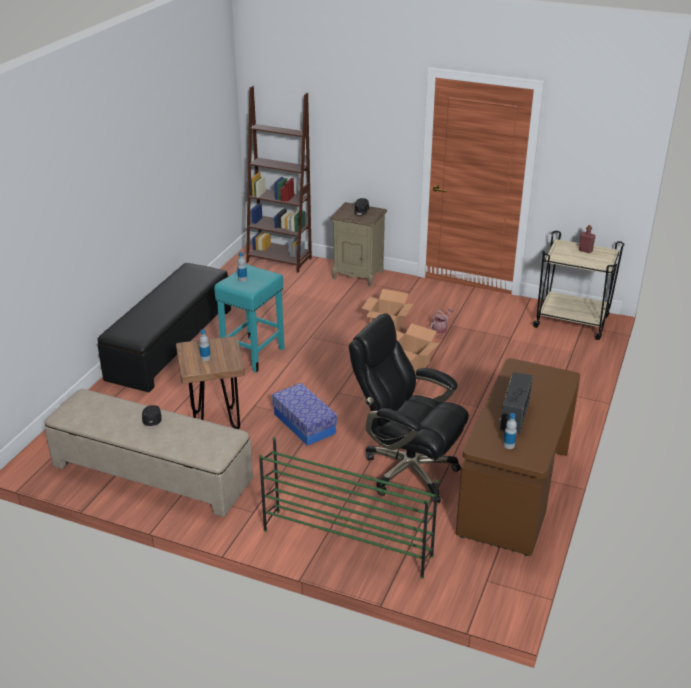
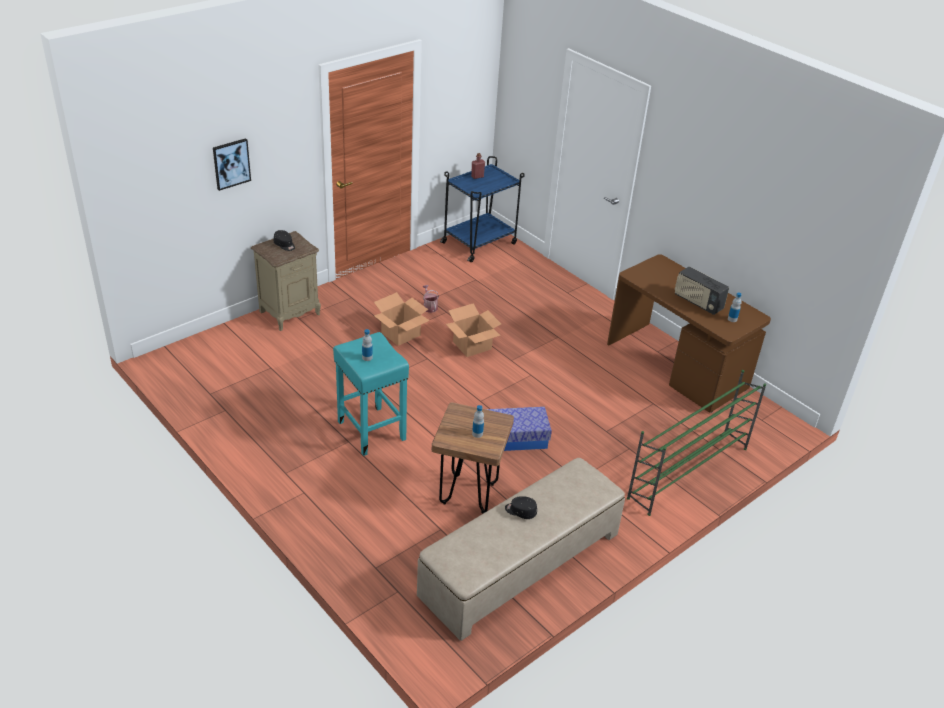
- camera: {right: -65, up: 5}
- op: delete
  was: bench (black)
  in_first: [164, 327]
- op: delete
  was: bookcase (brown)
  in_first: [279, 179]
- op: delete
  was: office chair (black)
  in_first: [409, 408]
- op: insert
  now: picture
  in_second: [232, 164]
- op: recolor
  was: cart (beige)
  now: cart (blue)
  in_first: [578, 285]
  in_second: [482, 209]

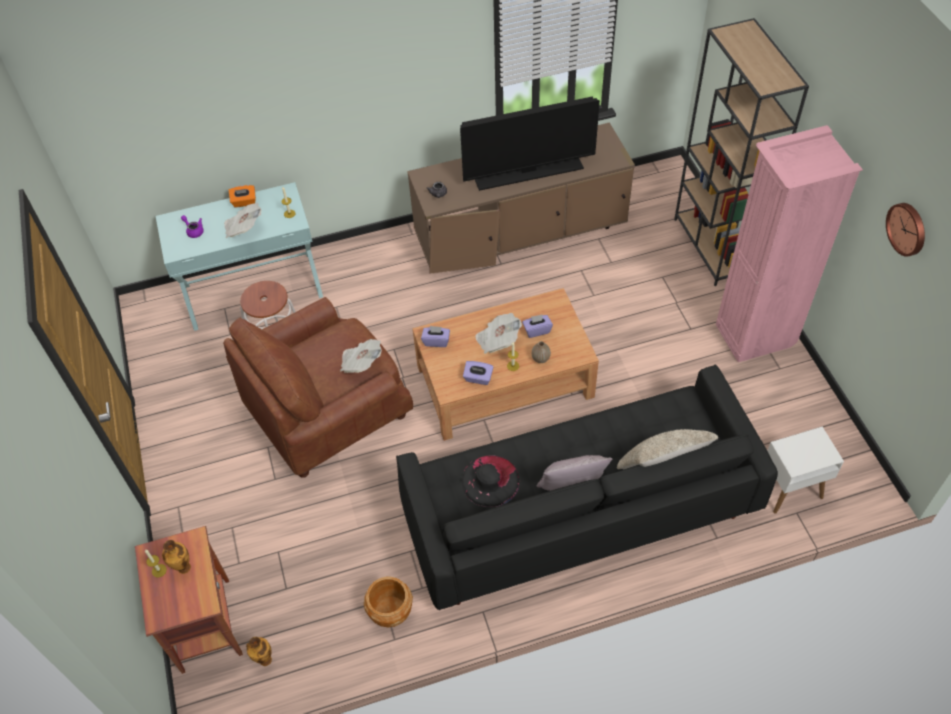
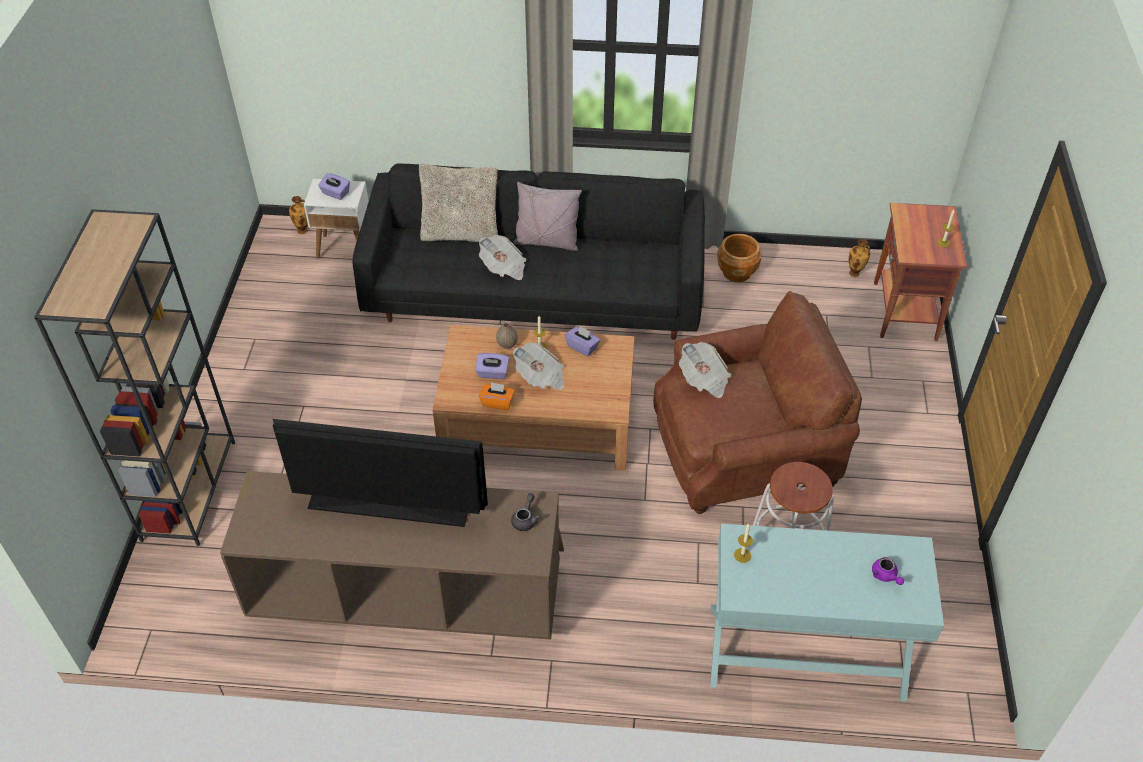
- camera: {right: -160, up: -5}
- op: delete
  was: hat (black)
  in_first: [490, 481]
- op: delete
  was: cabinet (pink)
  in_first: [789, 243]
- op: delete
  was: wall clock
  in_first: [905, 230]
- op: move
  was: vase
  in_first: [176, 557]
  in_second: [298, 215]
- op: move
  was: newspaper
  in_first: [242, 220]
  in_second: [502, 257]
- op: move
  was: tissue box (orange)
  in_first: [242, 196]
  in_second: [497, 396]
- op: move
  was: tissue box (purple)
  in_first: [435, 336]
  in_second: [334, 186]

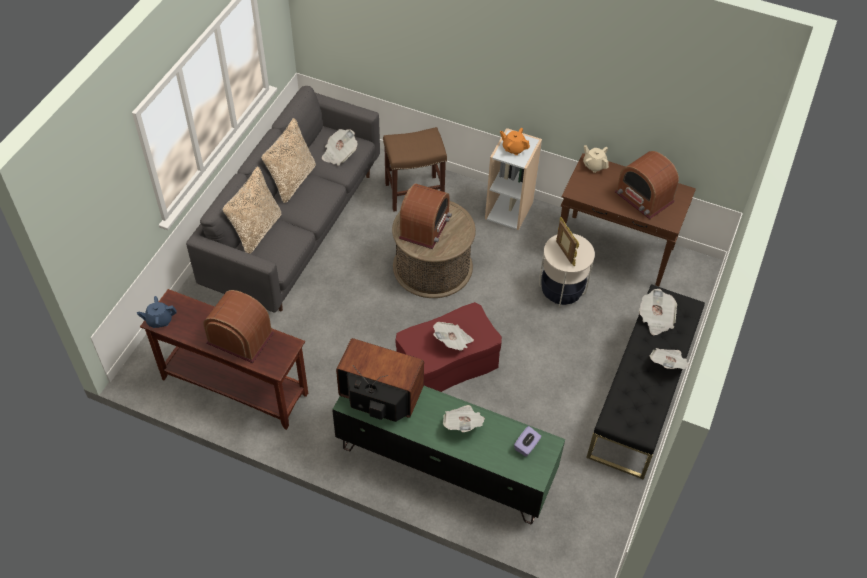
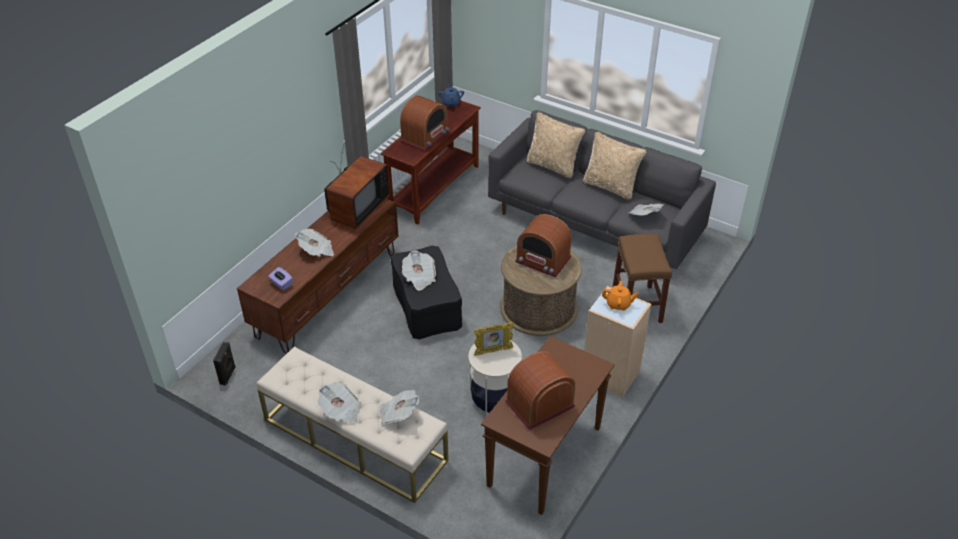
- camera: {right: 100, up: -10}
- op: delete
  was: teapot (beige)
  in_first: [596, 159]
- op: insert
  now: speaker (black)
  in_second: [224, 364]
- op: recolor
  was: tv stand (green)
  now: tv stand (brown)
  in_first: [448, 455]
  in_second: [318, 276]
- op: recolor
  was: ottoman (red)
  now: ottoman (black)
  in_first: [449, 347]
  in_second: [426, 292]
- op: recolor
  was: bench (black)
  now: bench (beige)
  in_first: [645, 381]
  in_second: [353, 425]
- op: rotate
  was: teapot (orange)
  in_first: [515, 141]
  in_second: [620, 296]
  clockwise: 60

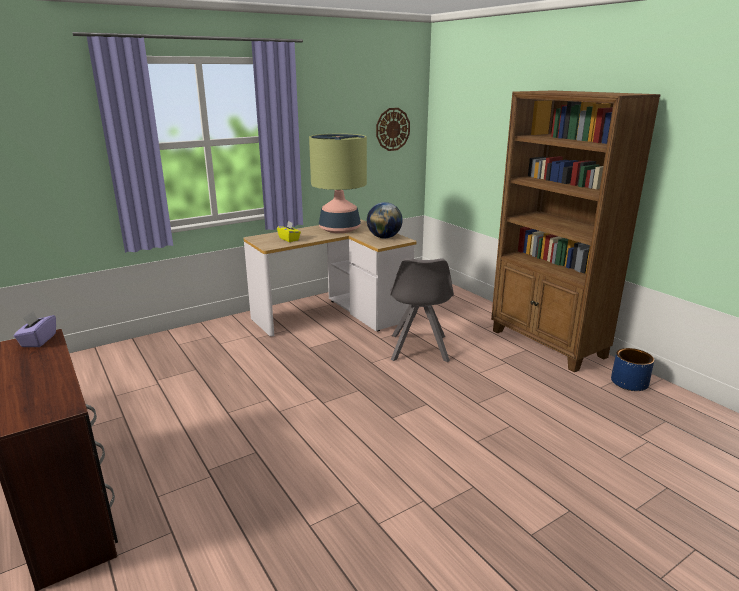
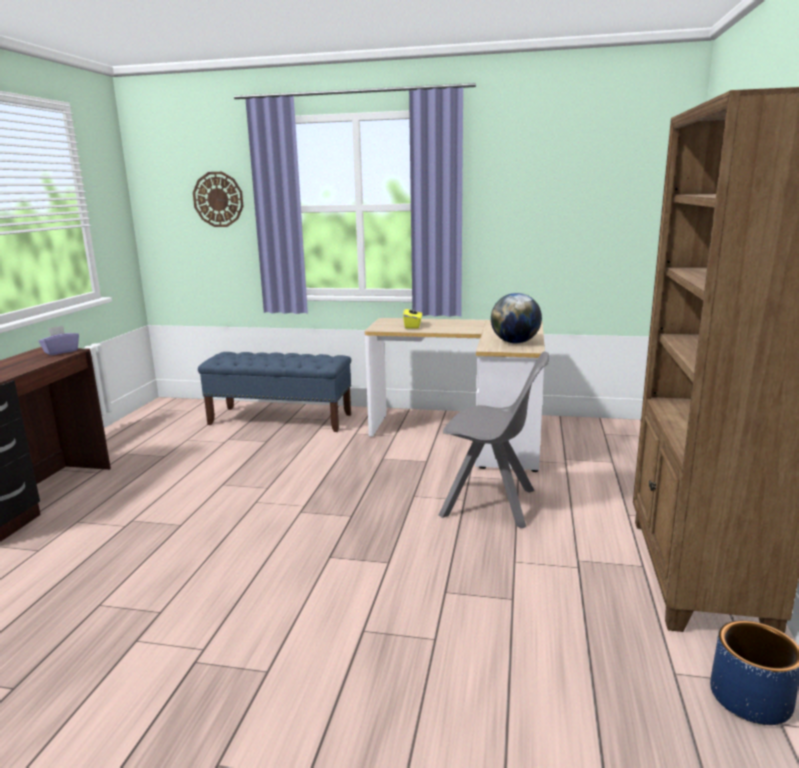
- camera: {right: 45, up: -5}
- op: delete
  was: table lamp
  in_first: [338, 183]
- op: insert
  now: bench (blue)
  in_second: [274, 392]
- op: move
  was: wall clock
  in_first: [393, 129]
  in_second: [218, 199]
- op: rotate
  was: chair (grey)
  in_first: [422, 310]
  in_second: [494, 440]
  clockwise: -120

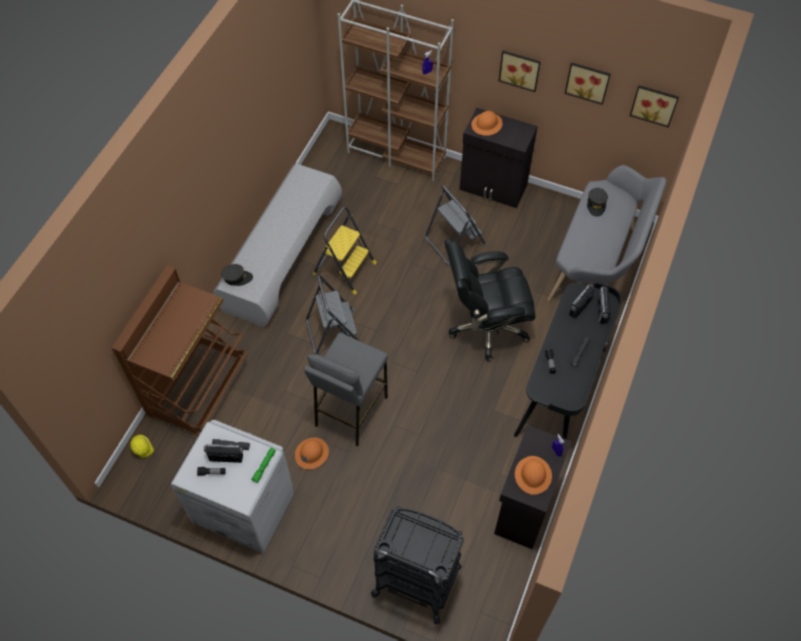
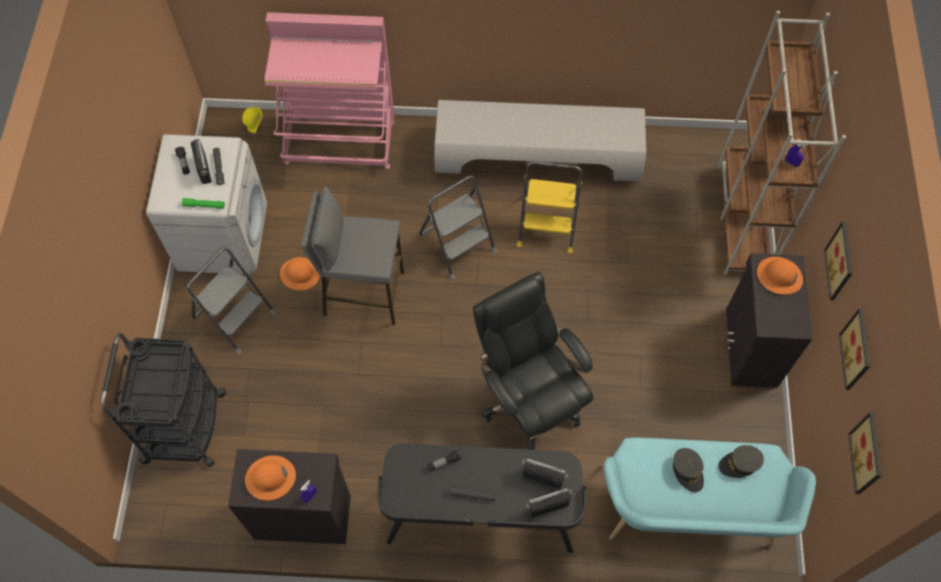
- camera: {right: 70, up: 5}
- op: move
  was: cap (grey)
  in_first: [237, 275]
  in_second: [688, 470]
- op: move
  was: step ladder (grey)
  in_first: [456, 225]
  in_second: [232, 300]
- op: recolor
  was: shoe rack (brown)
  now: shoe rack (pink)
  in_first: [179, 351]
  in_second: [329, 90]
- op: recolor
  was: bench (grey)
  now: bench (turquoise)
  in_first: [607, 233]
  in_second: [708, 493]

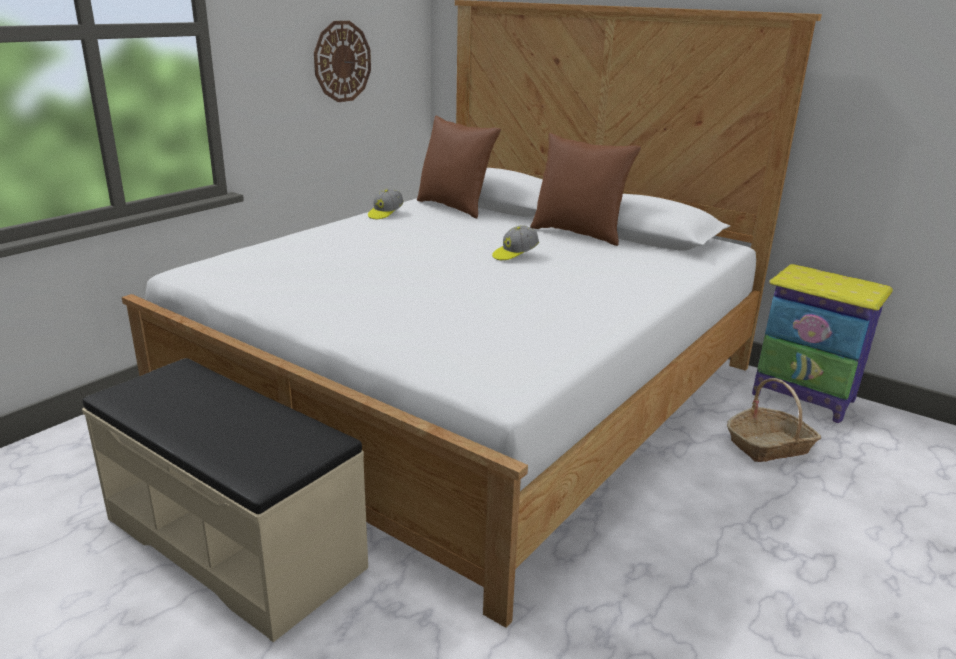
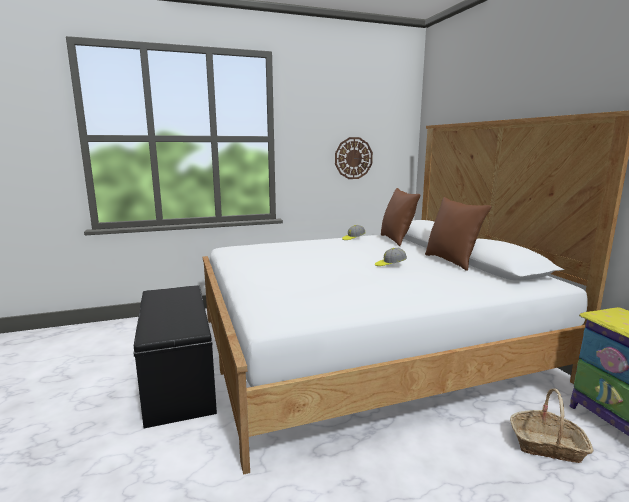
- camera: {right: 35, up: -10}
- op: recolor
  was: bench (beige)
  now: bench (black)
  in_first: [225, 500]
  in_second: [175, 356]

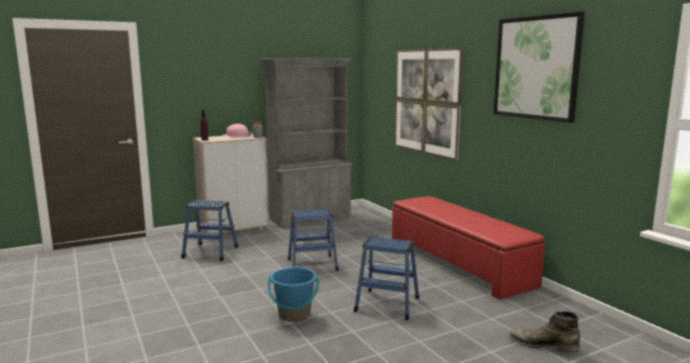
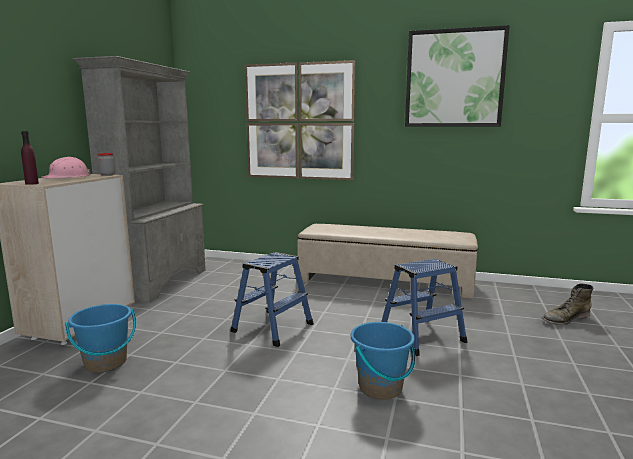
- camera: {right: -45, up: 0}
- op: replace
  was: step ladder (blue)
  now: bucket (blue)
  in_first: [210, 230]
  in_second: [100, 338]
- op: recolor
  was: bench (red)
  now: bench (beige)
  in_first: [468, 247]
  in_second: [387, 261]

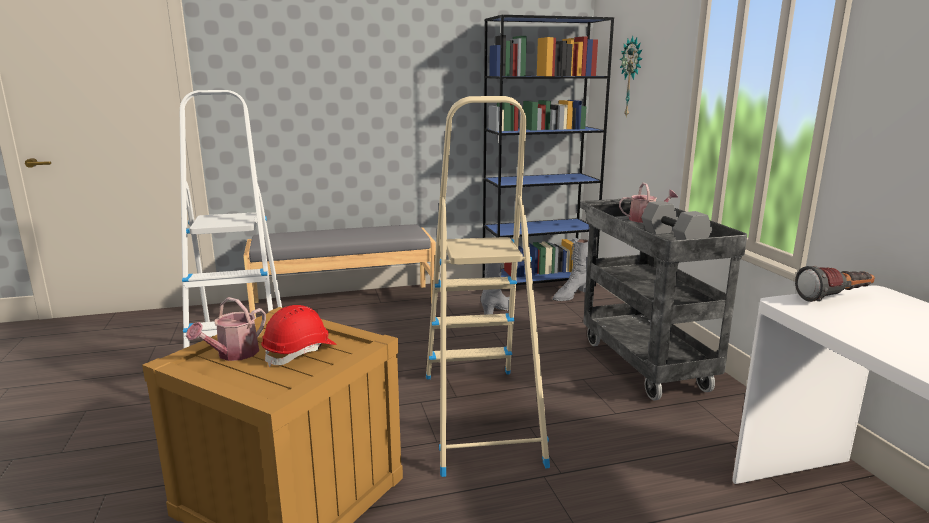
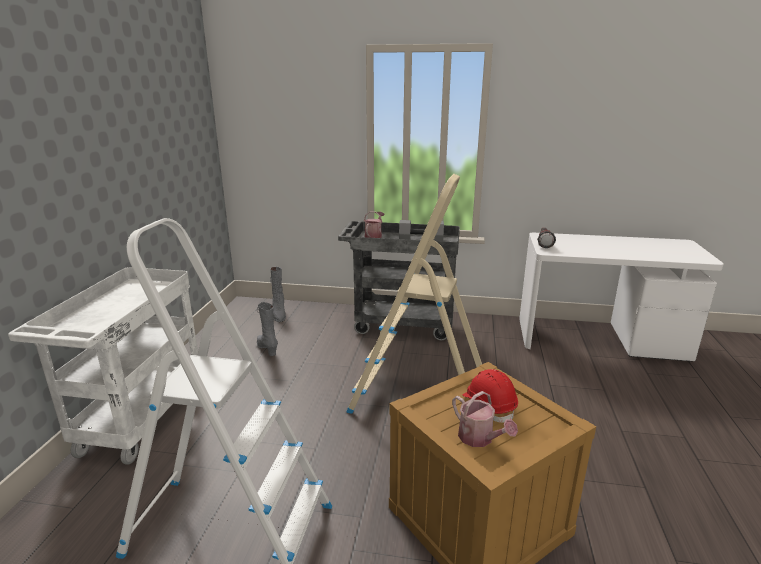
- camera: {right: -65, up: 5}
- op: delete
  was: bookcase (blue)
  in_first: [548, 150]
- op: delete
  was: wall clock
  in_first: [631, 77]
- op: replace
  was: bench (grey)
  now: cart (white)
  in_first: [339, 271]
  in_second: [103, 366]

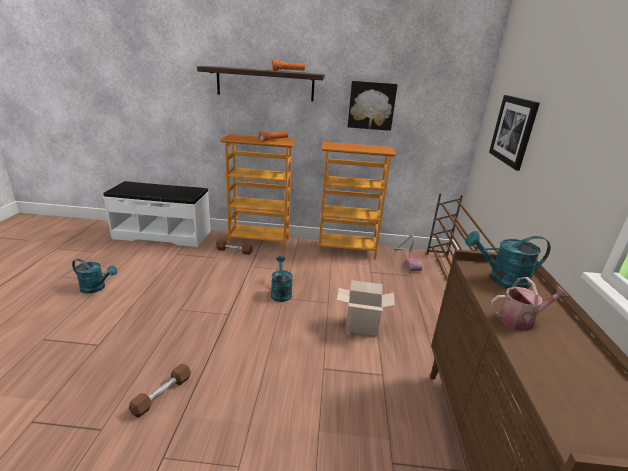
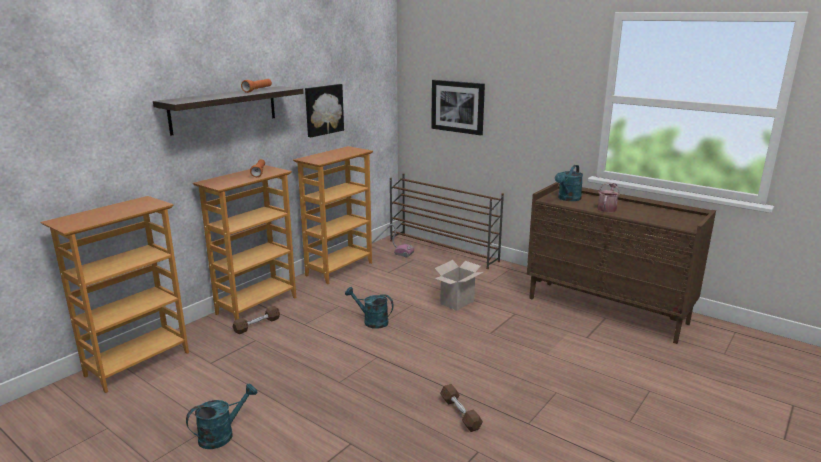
- camera: {right: -55, up: -5}
- op: replace
  was: bench (white)
  now: bookcase
  in_first: [157, 214]
  in_second: [114, 294]

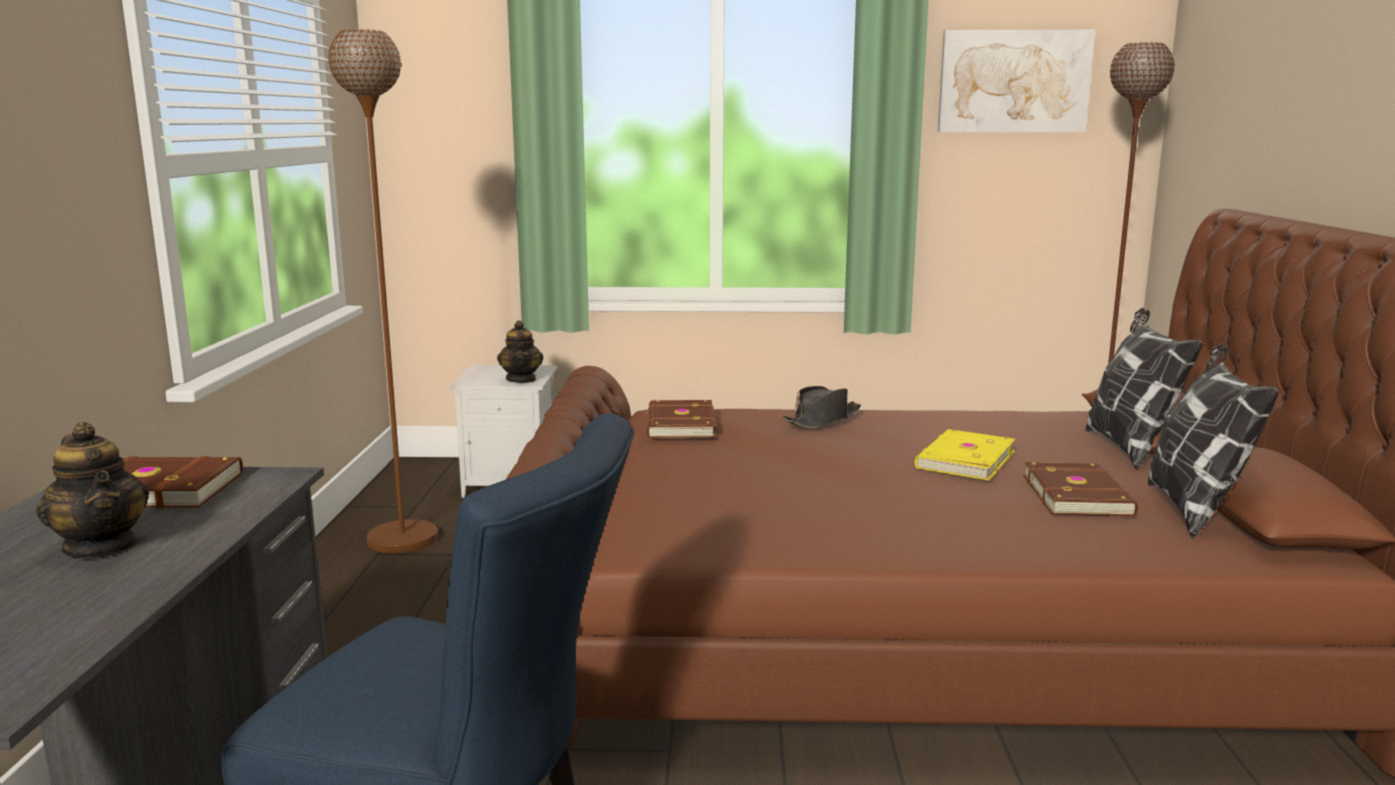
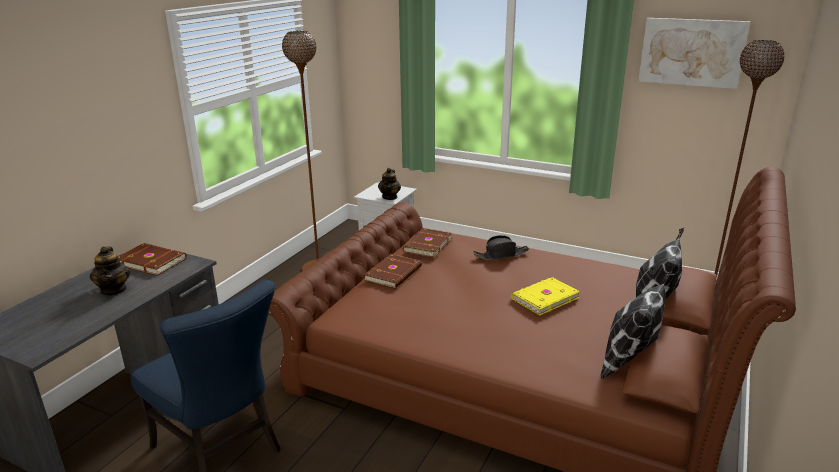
- camera: {right: 25, up: 10}
- op: move
  was: book (brown)
  in_first: [1080, 489]
  in_second: [393, 271]

